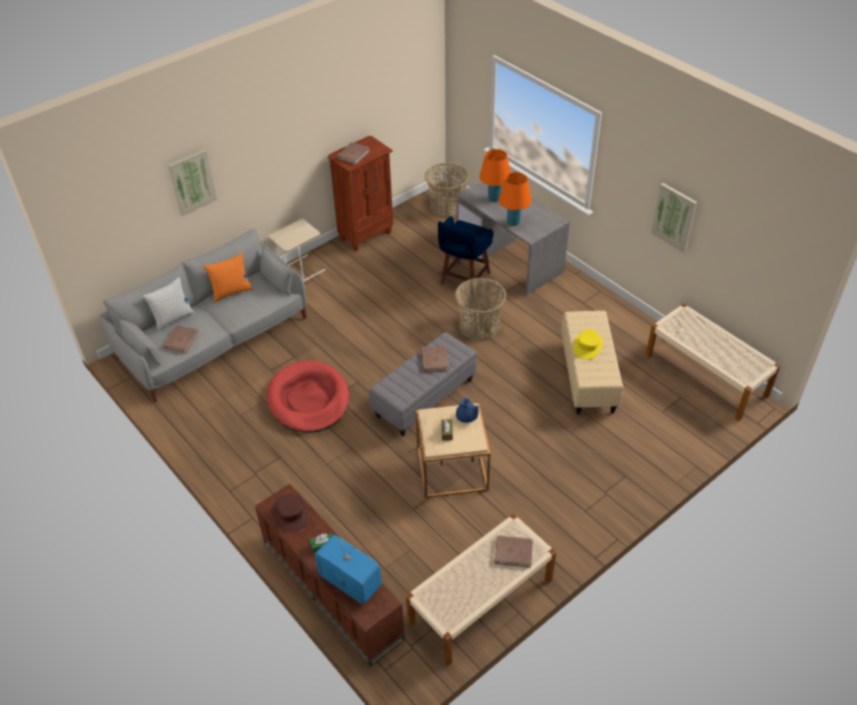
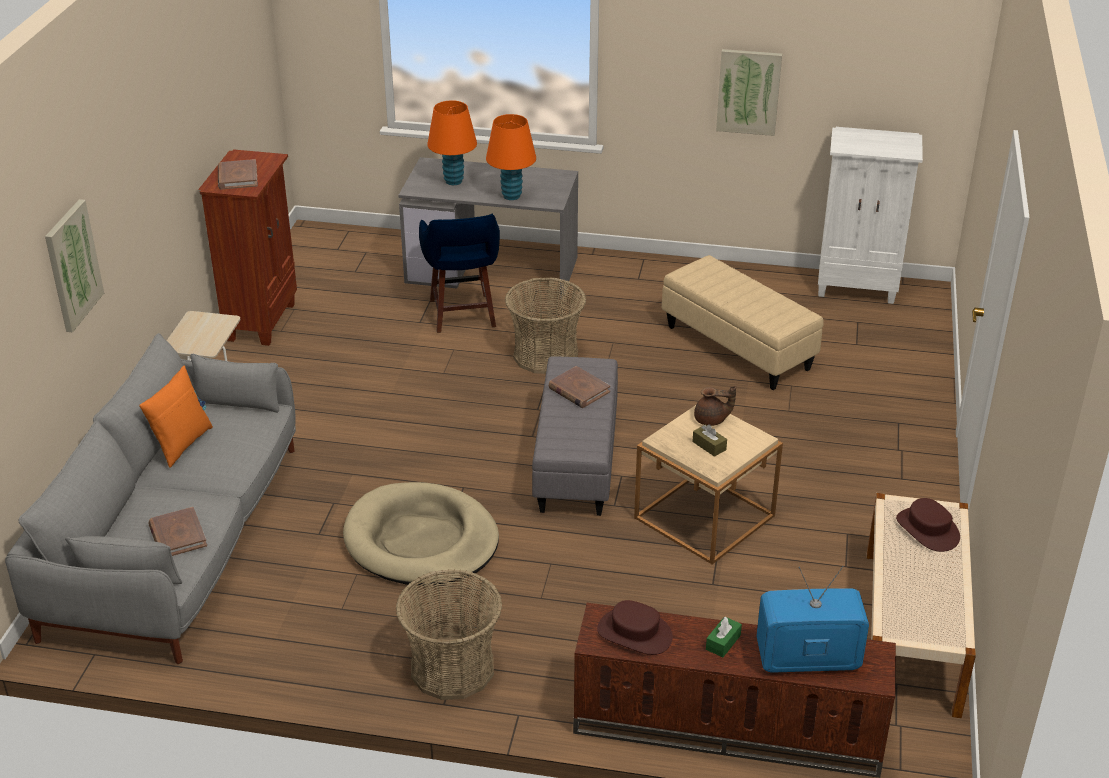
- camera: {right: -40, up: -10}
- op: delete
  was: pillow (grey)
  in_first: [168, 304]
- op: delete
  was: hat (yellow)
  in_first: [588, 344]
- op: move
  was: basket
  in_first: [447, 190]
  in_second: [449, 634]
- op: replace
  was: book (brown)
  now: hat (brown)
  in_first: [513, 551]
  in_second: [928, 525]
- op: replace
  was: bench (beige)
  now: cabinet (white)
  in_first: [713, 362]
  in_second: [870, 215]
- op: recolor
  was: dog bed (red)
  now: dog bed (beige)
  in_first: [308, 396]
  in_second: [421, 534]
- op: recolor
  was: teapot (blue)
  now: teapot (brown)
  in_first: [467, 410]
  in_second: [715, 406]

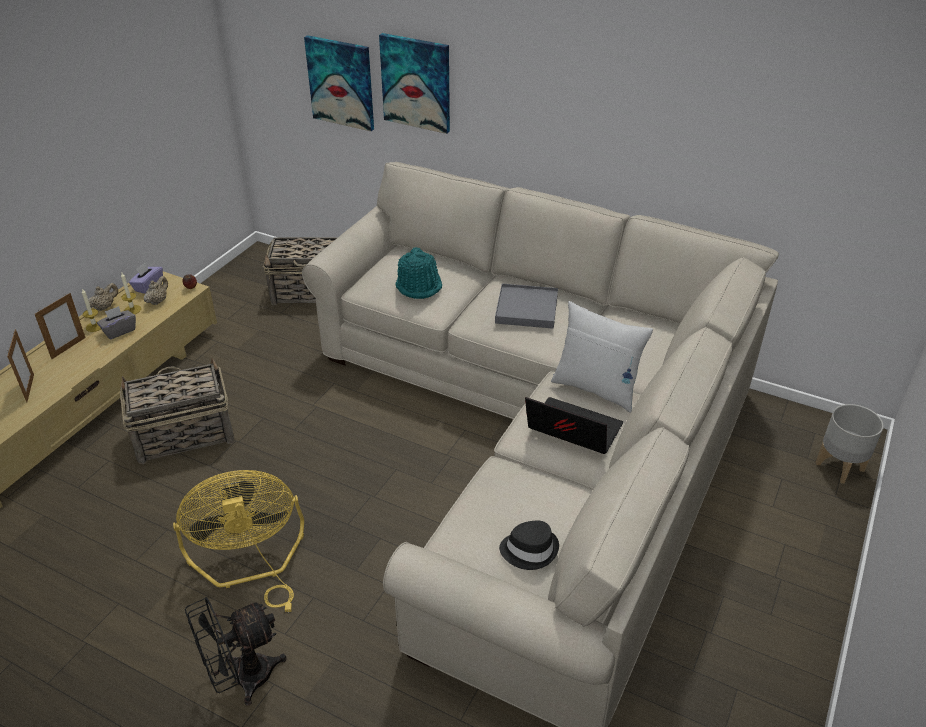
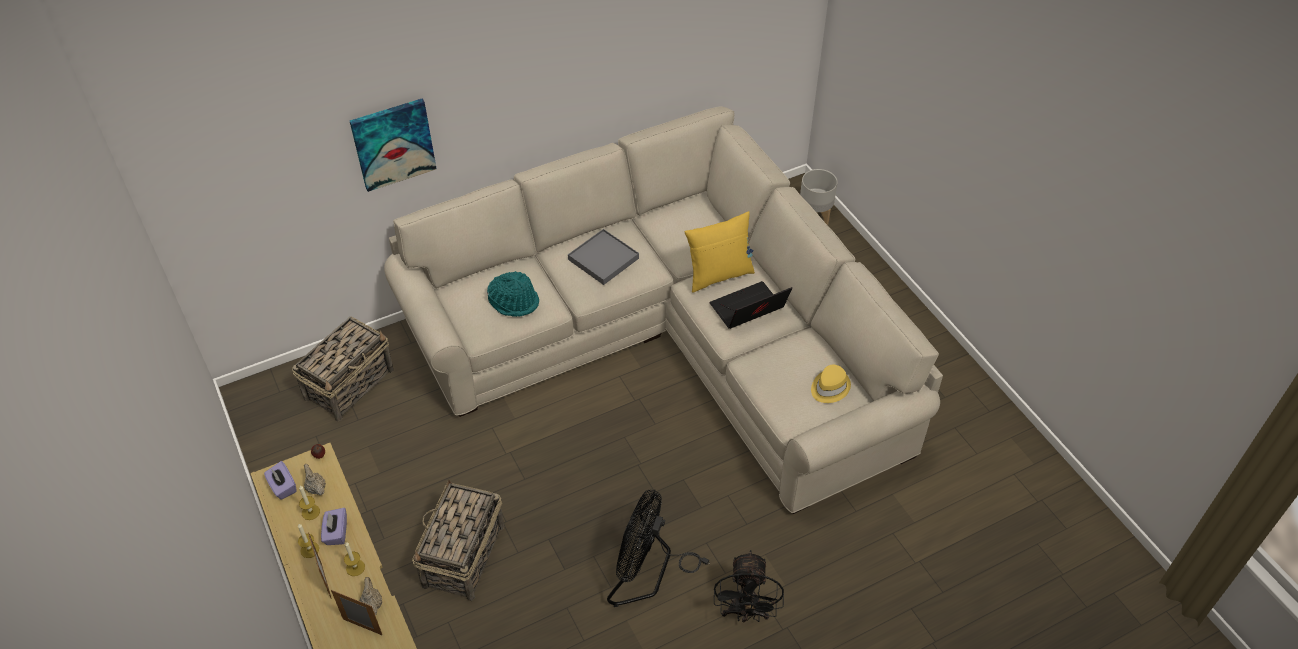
- camera: {right: -55, up: 10}
- op: delete
  was: picture
  in_first: [339, 83]
- op: insert
  now: candle
  in_second: [354, 559]
- op: move
  was: teapot (beige)
  in_first: [103, 297]
  in_second: [371, 596]
- op: recolor
  was: tissue box (grey)
  now: tissue box (purple)
  in_first: [116, 322]
  in_second: [334, 526]
- op: recolor
  was: fan (yellow)
  now: fan (black)
  in_first: [238, 541]
  in_second: [658, 548]
- op: recolor
  was: hat (black)
  now: hat (yellow)
  in_first: [529, 545]
  in_second: [831, 384]
- op: recolor
  was: pillow (grey)
  now: pillow (yellow)
  in_first: [602, 357]
  in_second: [719, 252]

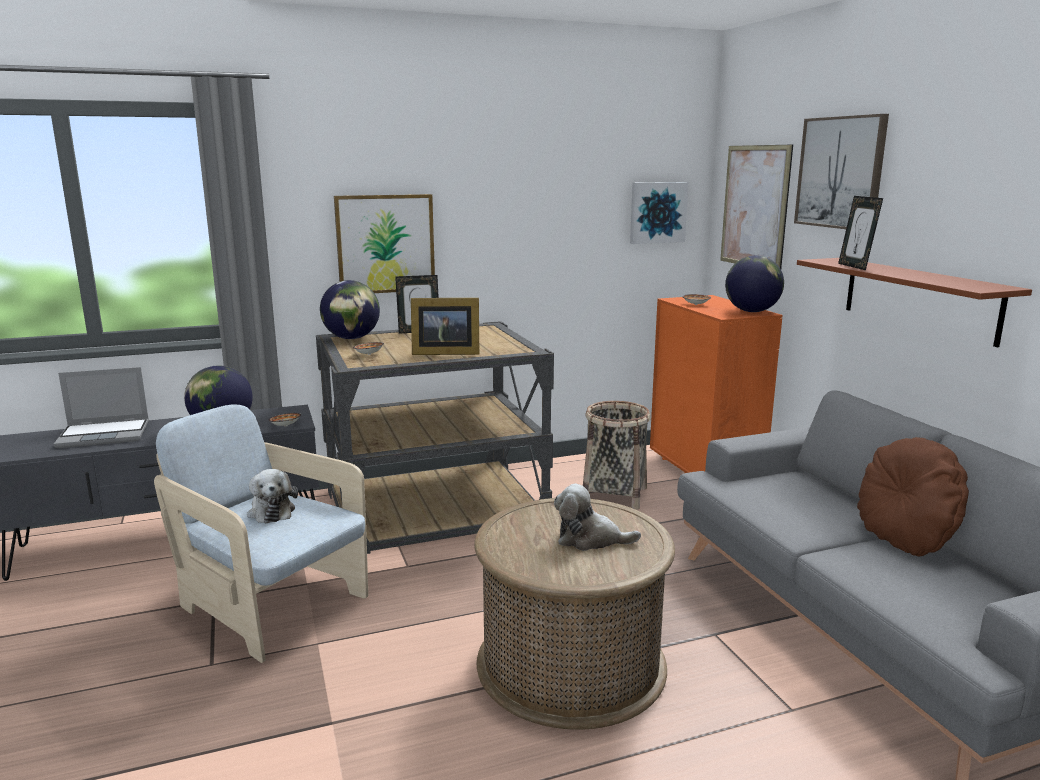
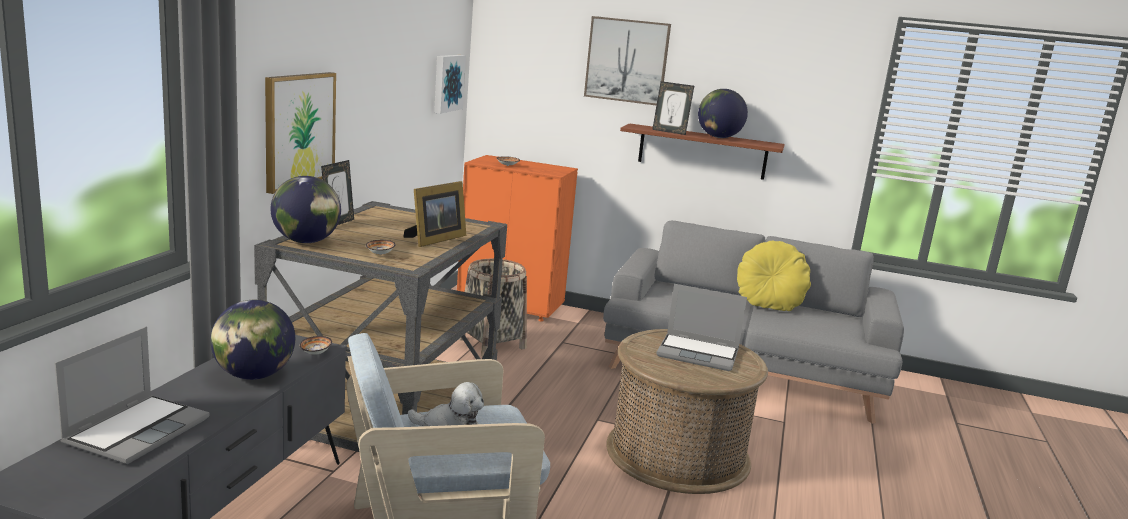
- camera: {right: -55, up: 0}
- op: delete
  was: picture
  in_first: [756, 207]
- op: move
  was: globe
  in_first: [754, 283]
  in_second: [723, 113]
- op: replace
  was: plush toy
  now: laptop
  in_first: [597, 517]
  in_second: [701, 327]
- op: recolor
  was: pillow (brown)
  now: pillow (yellow)
  in_first: [913, 496]
  in_second: [774, 276]

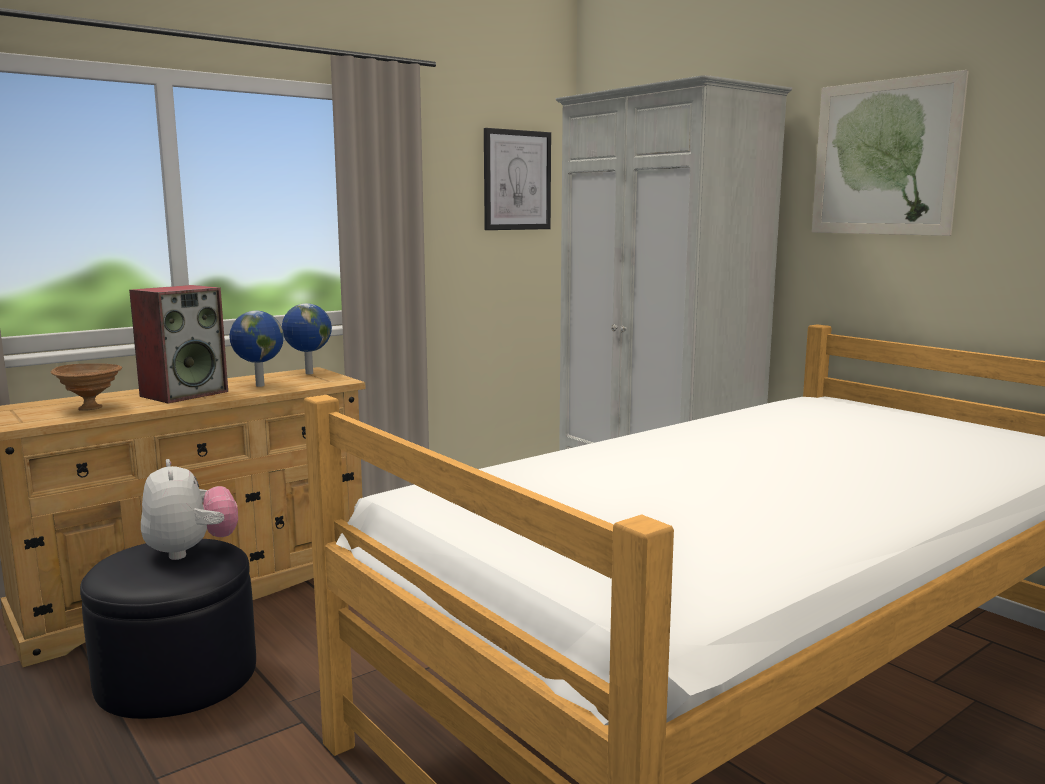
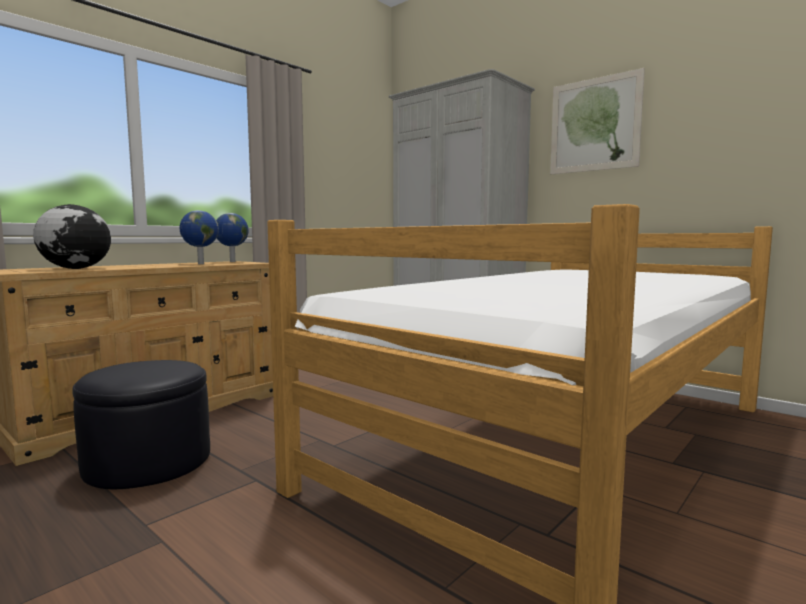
- camera: {right: -10, up: -5}
- op: delete
  was: speaker
  in_first: [178, 344]
- op: delete
  was: plush toy
  in_first: [189, 509]
- op: delete
  was: picture
  in_first: [517, 179]
- op: replace
  was: bowl (brown)
  now: globe
  in_first: [86, 387]
  in_second: [72, 236]

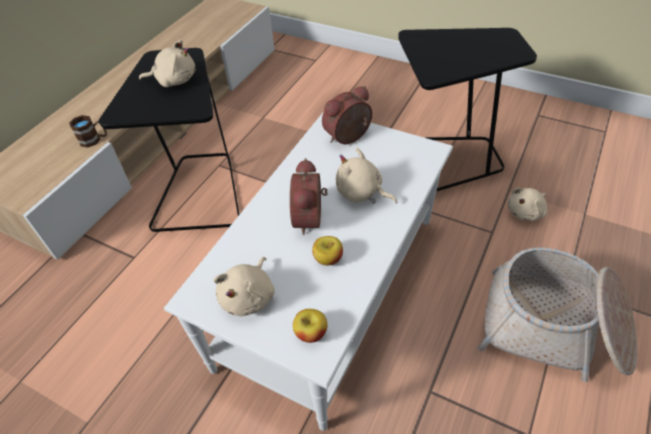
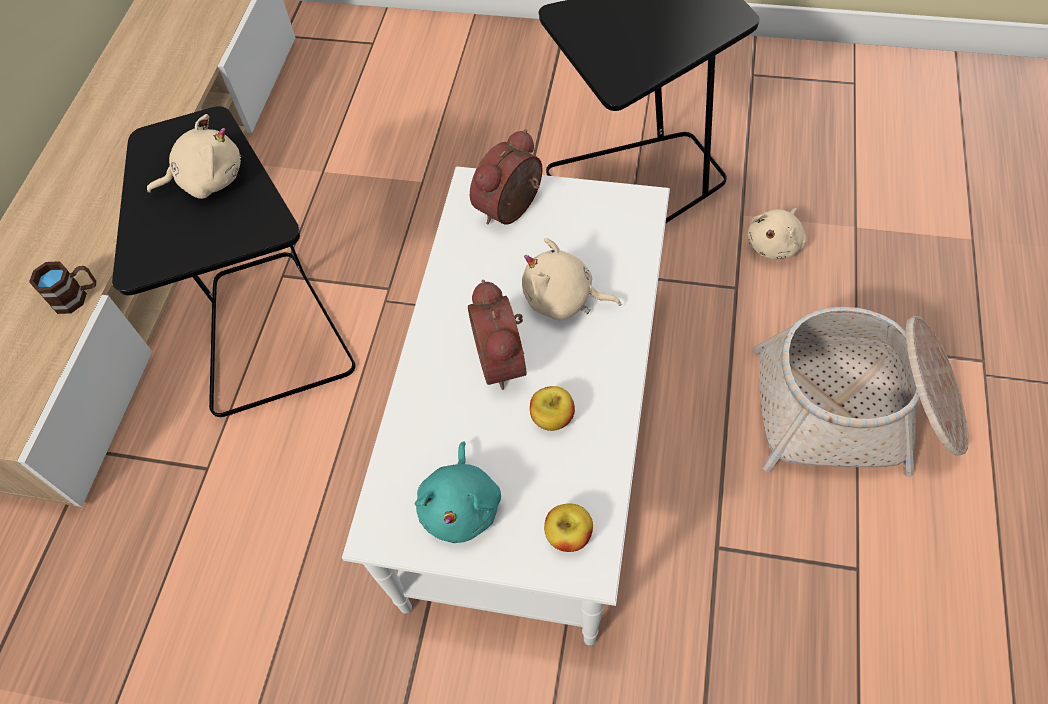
- camera: {right: -15, up: 10}
- op: recolor
  was: plush toy (beige)
  now: plush toy (turquoise)
  in_first: [244, 286]
  in_second: [458, 492]

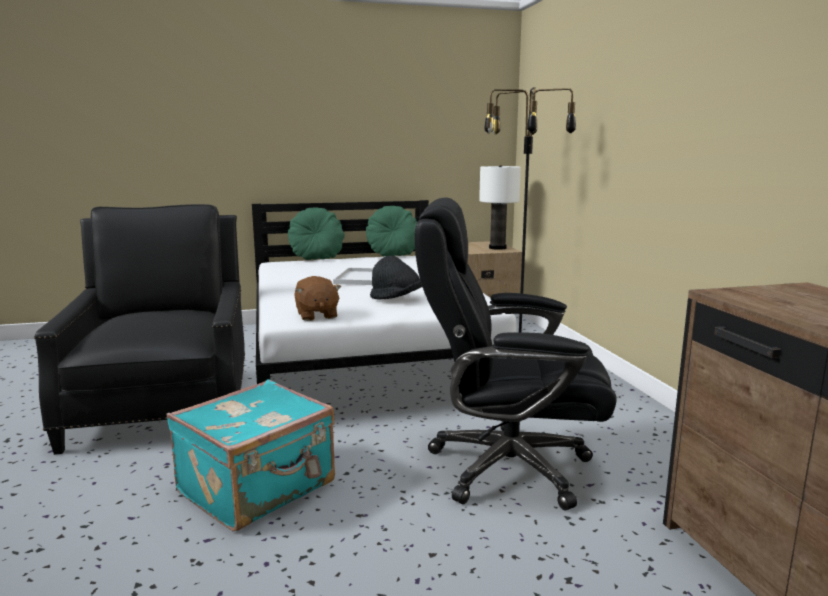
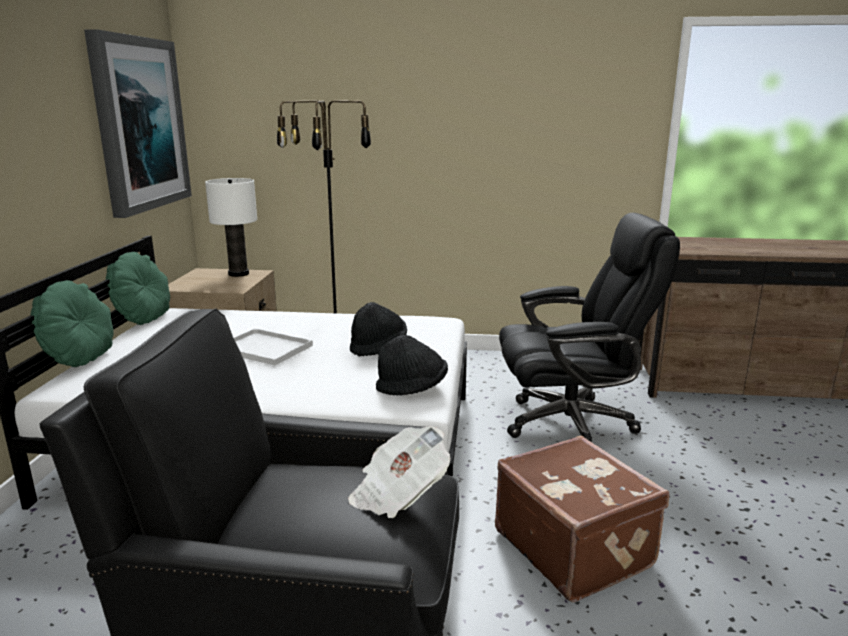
- camera: {right: -70, up: 5}
- op: insert
  now: picture
  in_second: [138, 123]
- op: insert
  now: newspaper
  in_second: [399, 472]
- op: replace
  was: plush toy (brown)
  now: hat (black)
  in_first: [317, 298]
  in_second: [412, 365]
- op: recolor
  was: suitcase (turquoise)
  now: suitcase (brown)
  in_first: [250, 455]
  in_second: [582, 519]
- op: rotate
  was: office chair (black)
  in_first: [515, 354]
  in_second: [589, 327]
  clockwise: -120

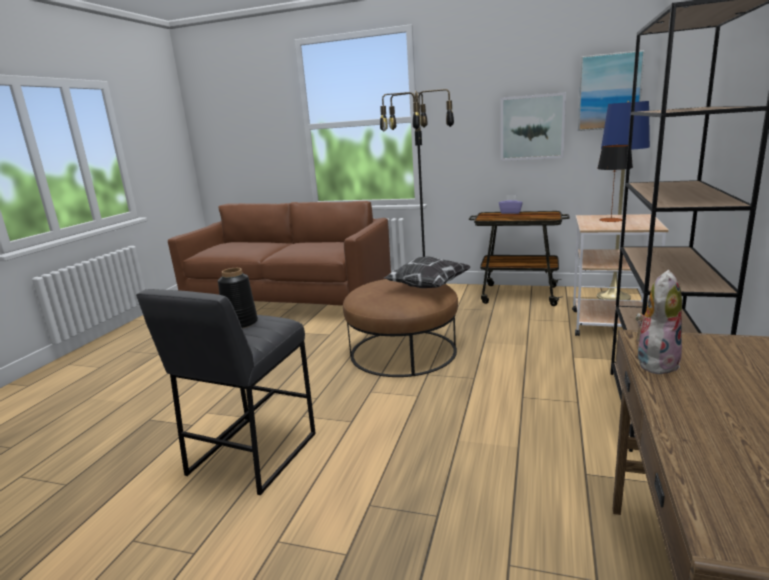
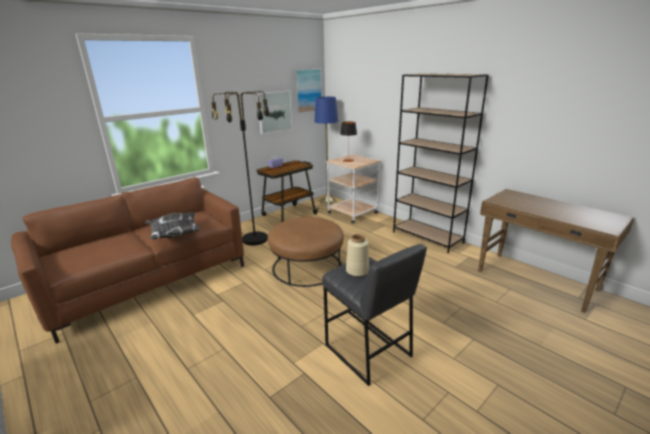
- camera: {right: -60, up: 5}
- op: delete
  was: plush toy
  in_first: [658, 322]
- op: move
  was: pillow
  in_first: [427, 272]
  in_second: [173, 225]
- op: recolor
  was: vase (black)
  now: vase (beige)
  in_first: [238, 298]
  in_second: [357, 255]

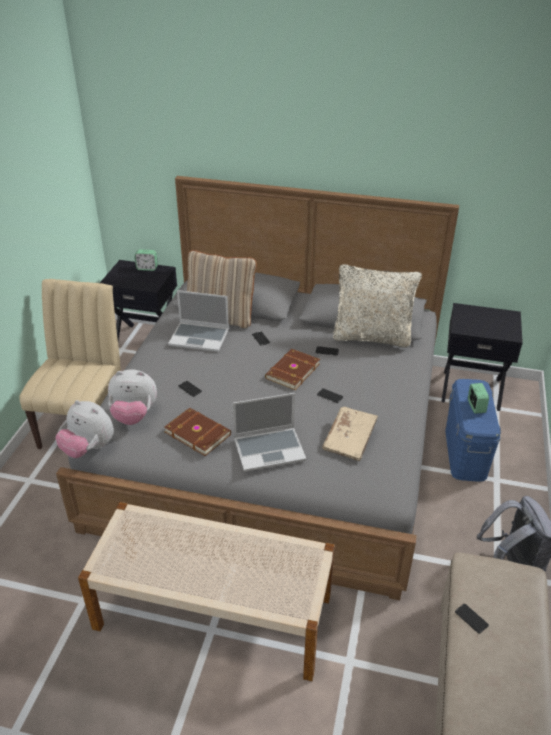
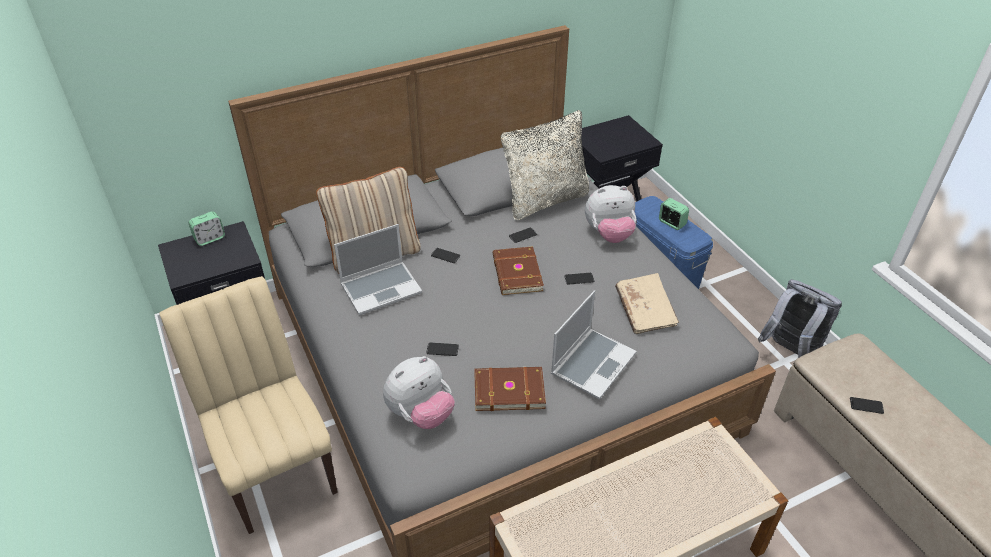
- camera: {right: -40, up: 5}
- op: move
  was: plush toy
  in_first: [85, 429]
  in_second: [610, 214]

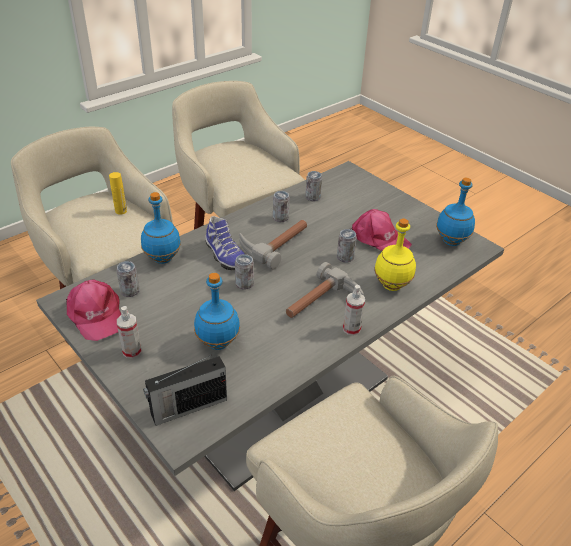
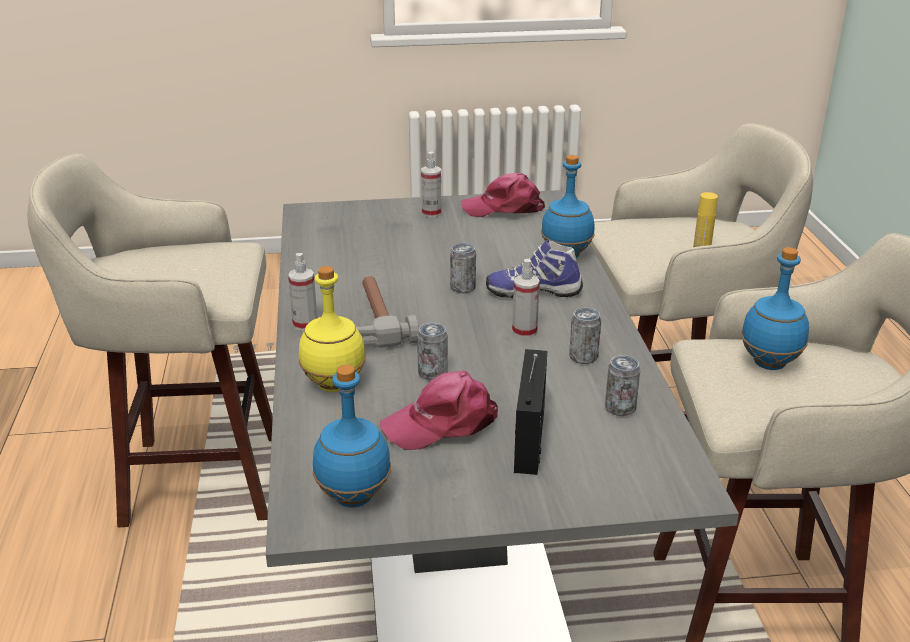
- camera: {right: 125, up: -10}
- op: delete
  was: can
  in_first: [128, 279]
- op: move
  was: radio
  in_first: [185, 390]
  in_second: [530, 412]
- op: move
  was: bottle (blue)
  in_first: [217, 311]
  in_second: [775, 308]
- op: replace
  was: hammer
  now: spray bottle
  in_first: [273, 244]
  in_second: [526, 298]

